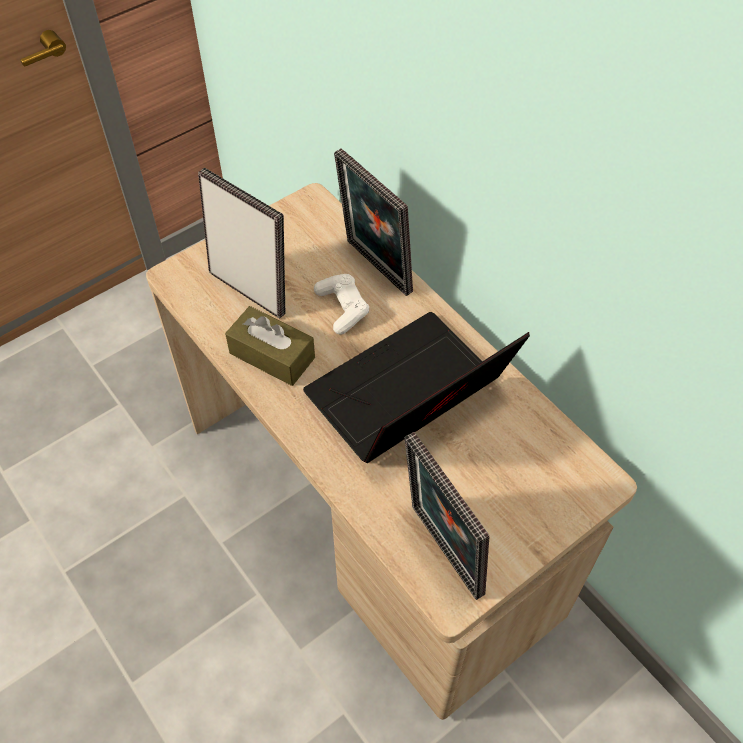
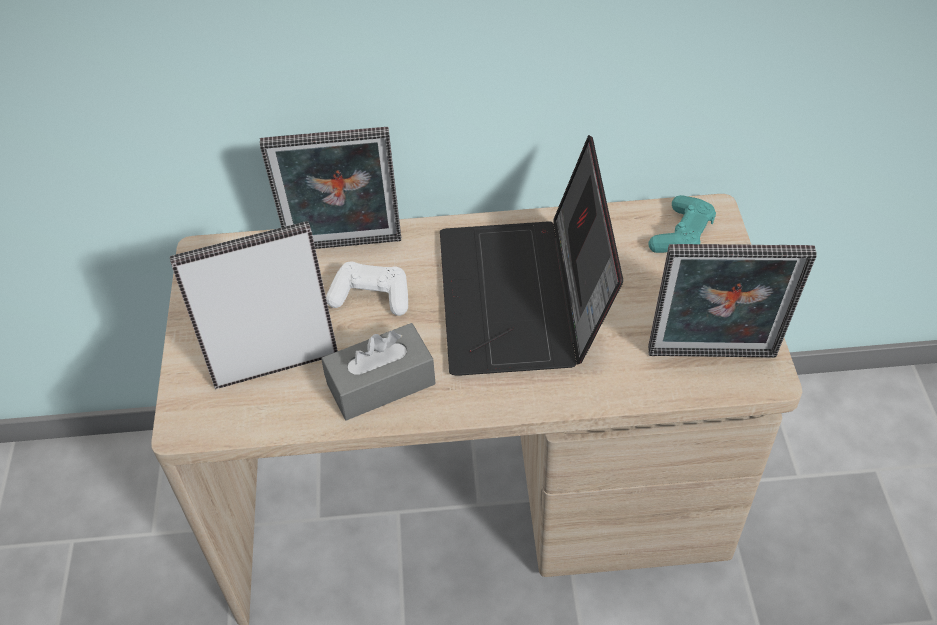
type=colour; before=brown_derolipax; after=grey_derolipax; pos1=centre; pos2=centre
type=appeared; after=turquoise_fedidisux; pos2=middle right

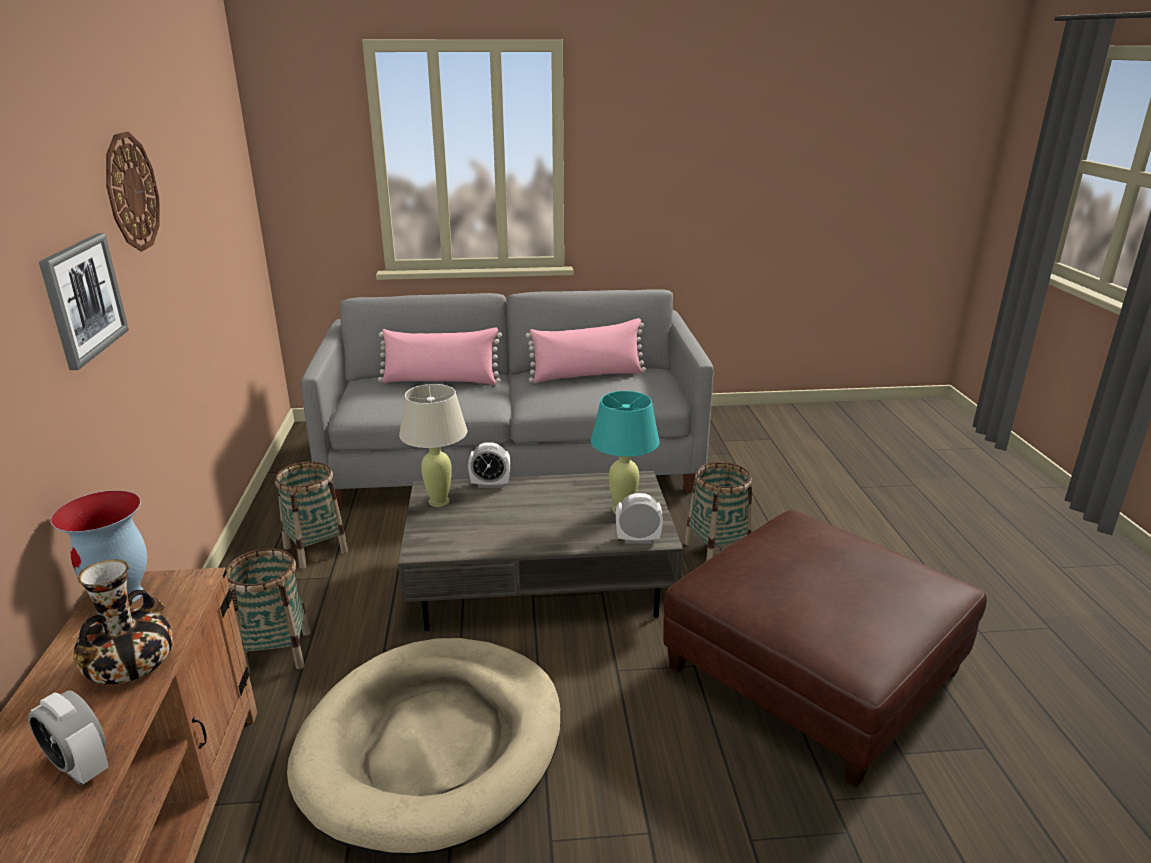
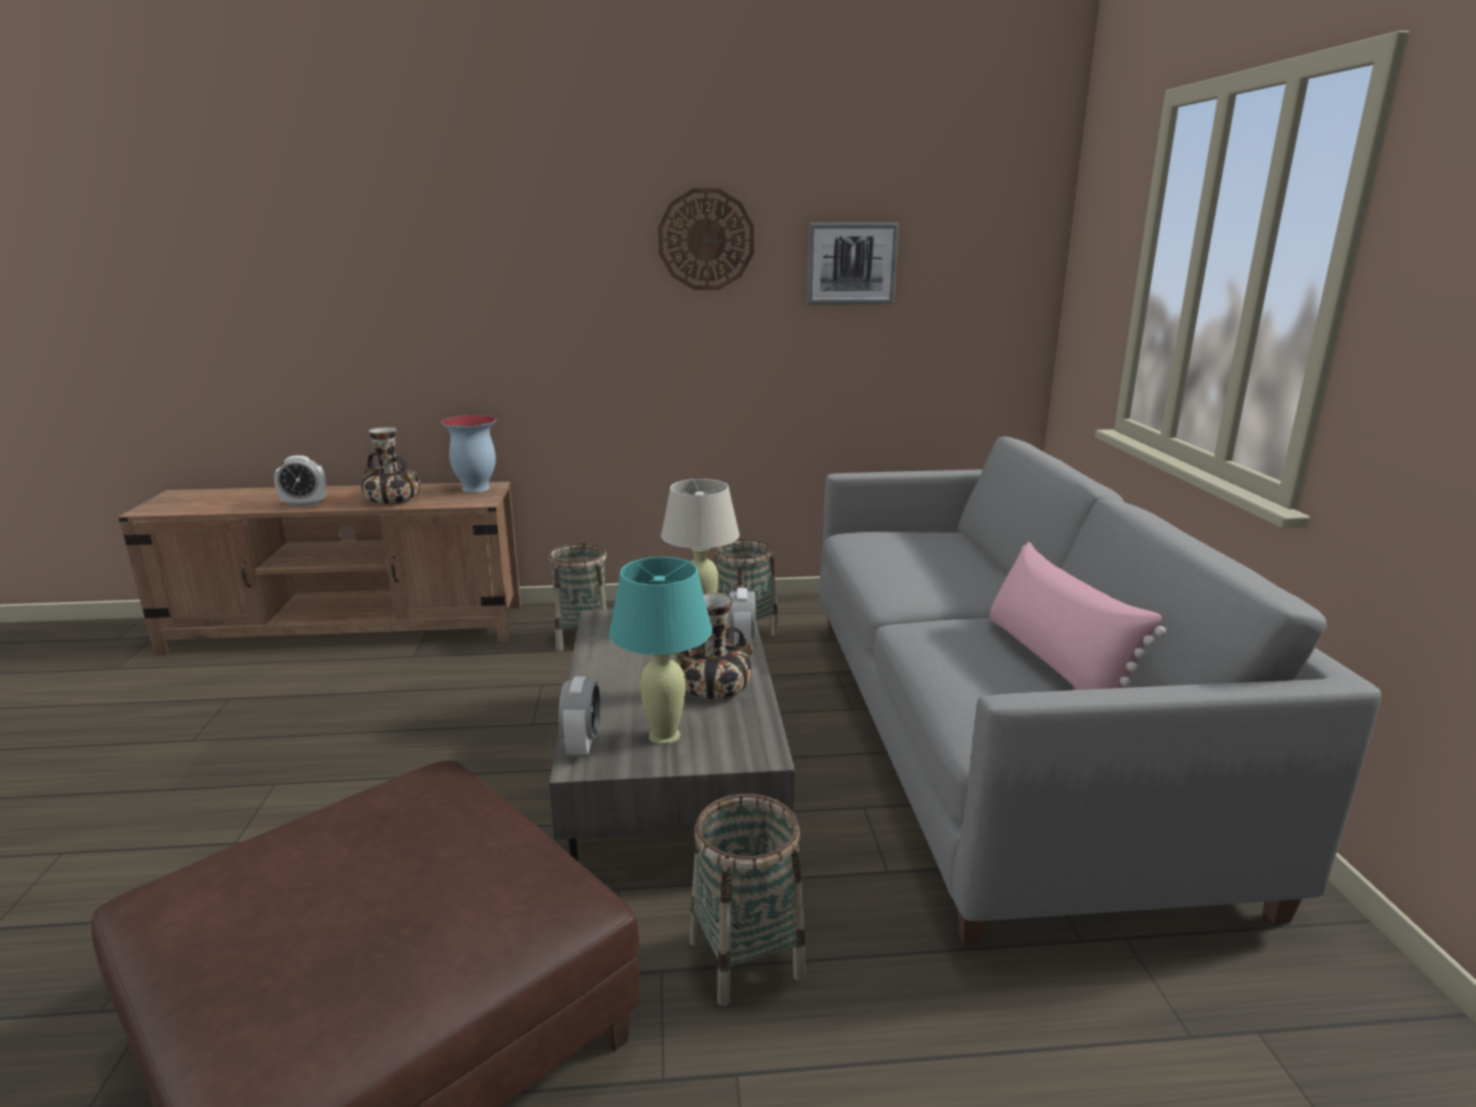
type=spun; before=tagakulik (no. 1 from left); pos1=bottom left; pos2=middle left; turn=-135
type=relocated; before=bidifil; pos1=middle left; pos2=top centre
type=missing; before=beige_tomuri; pos1=bottom centre
type=missing; before=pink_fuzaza (no. 1 from left); pos1=centre
type=appeared; after=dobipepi (no. 3 from left); pos2=centre

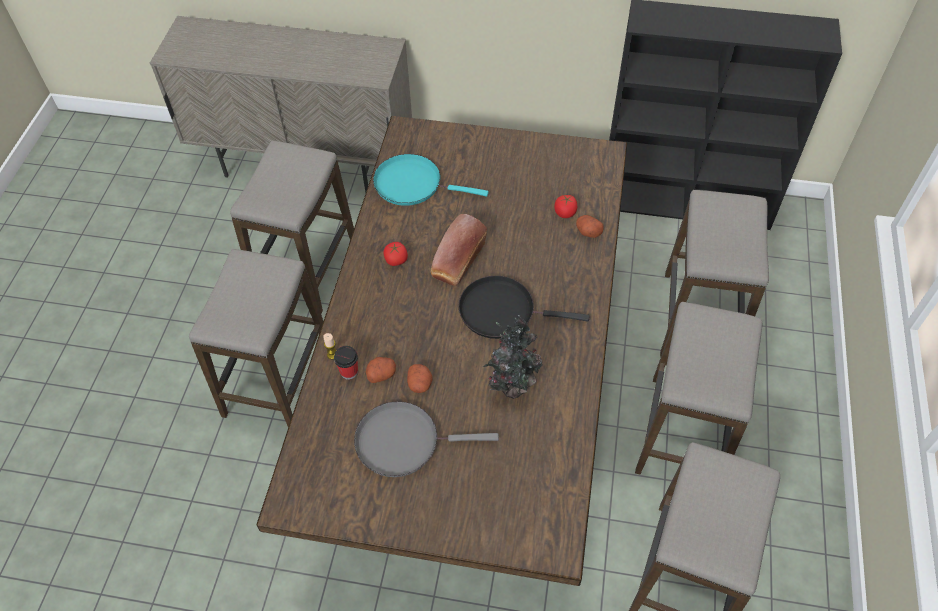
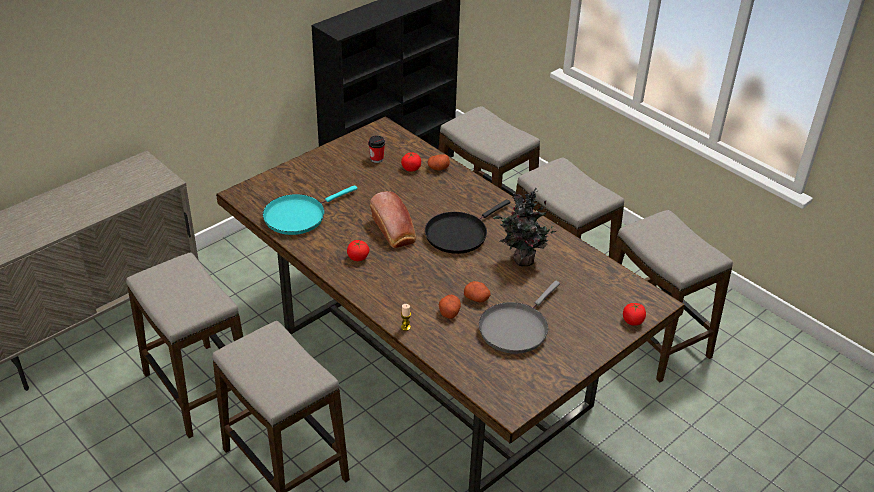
type=relocated; before=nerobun; pos1=centre; pos2=top centre
type=appeared; after=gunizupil (no. 3 from left); pos2=middle right

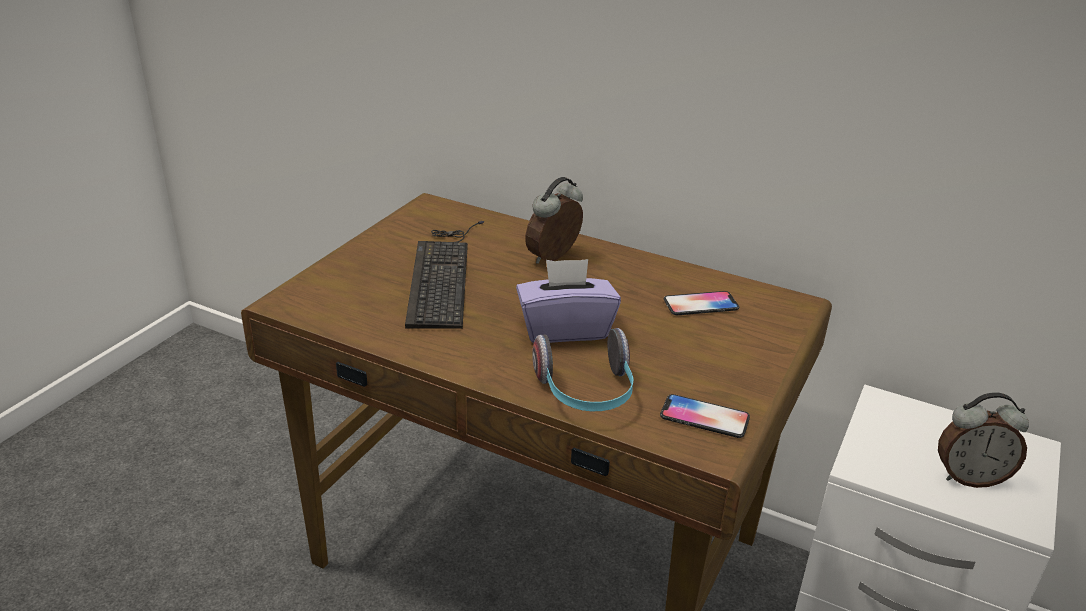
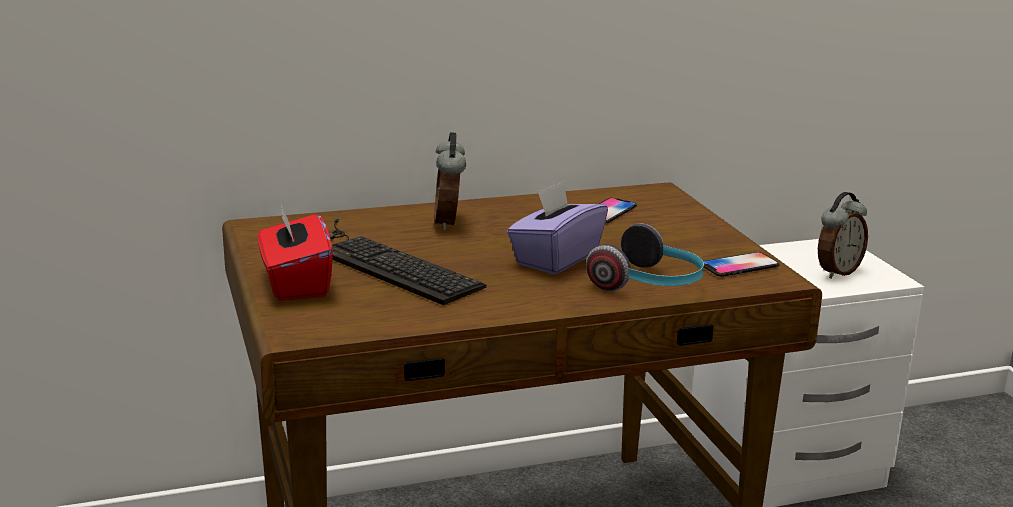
type=appeared; after=red_derolipax; pos2=middle left

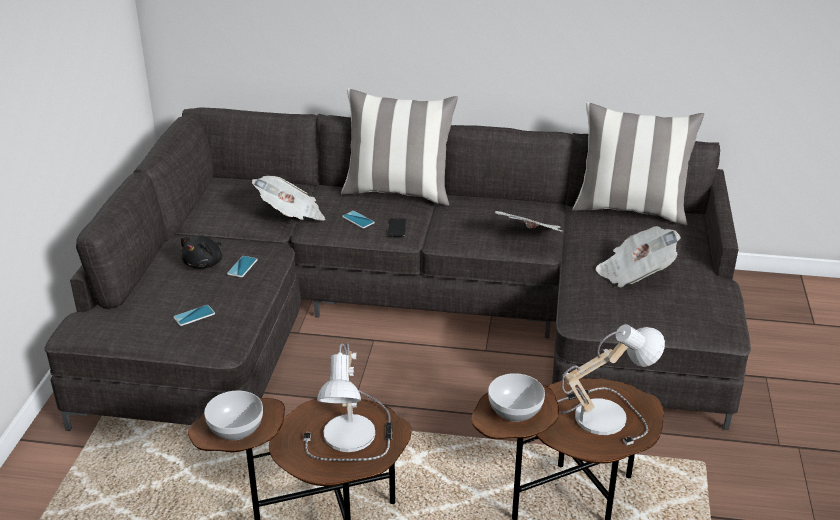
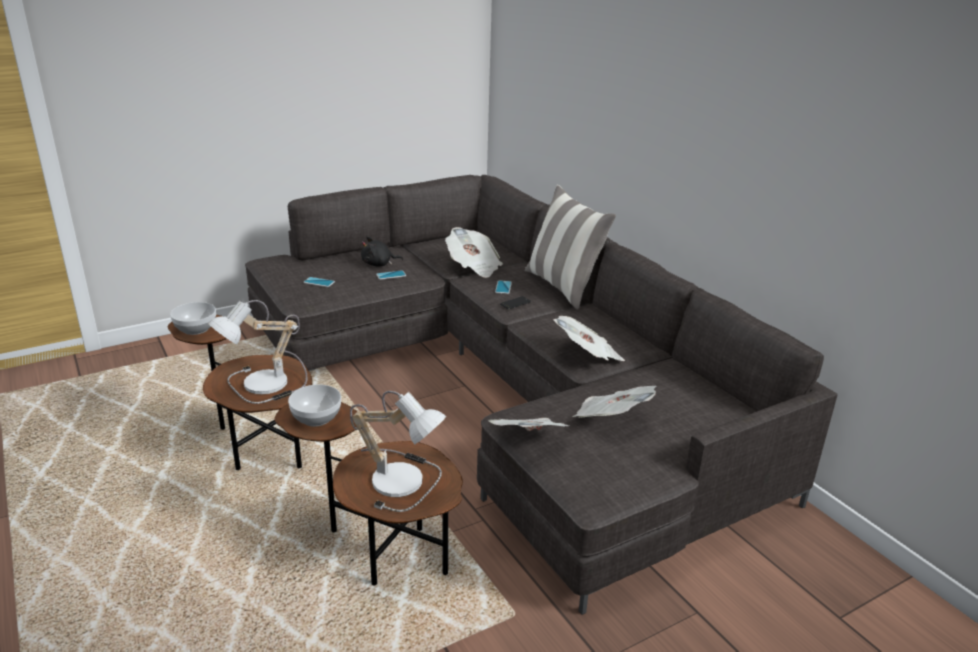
type=missing; before=fuzaza (no. 2 from left); pos1=top right
type=appeared; after=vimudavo (no. 2 from left); pos2=centre

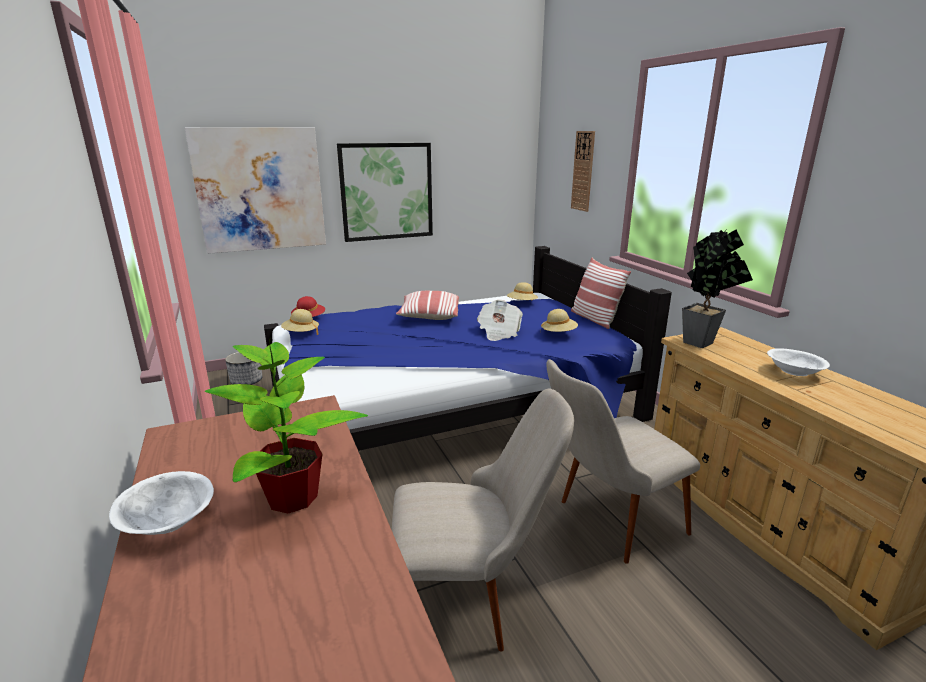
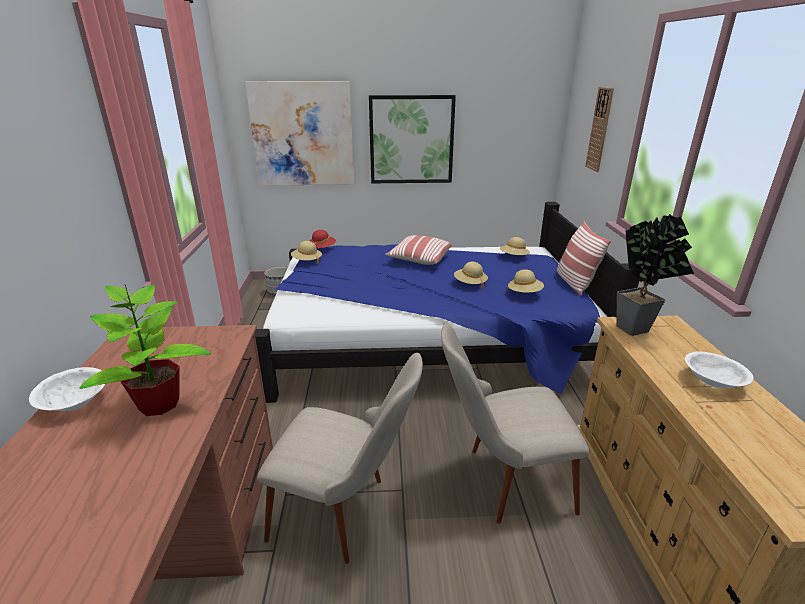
type=exchanged; before=vimudavo; after=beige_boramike (no. 2 from left); pos1=centre; pos2=centre

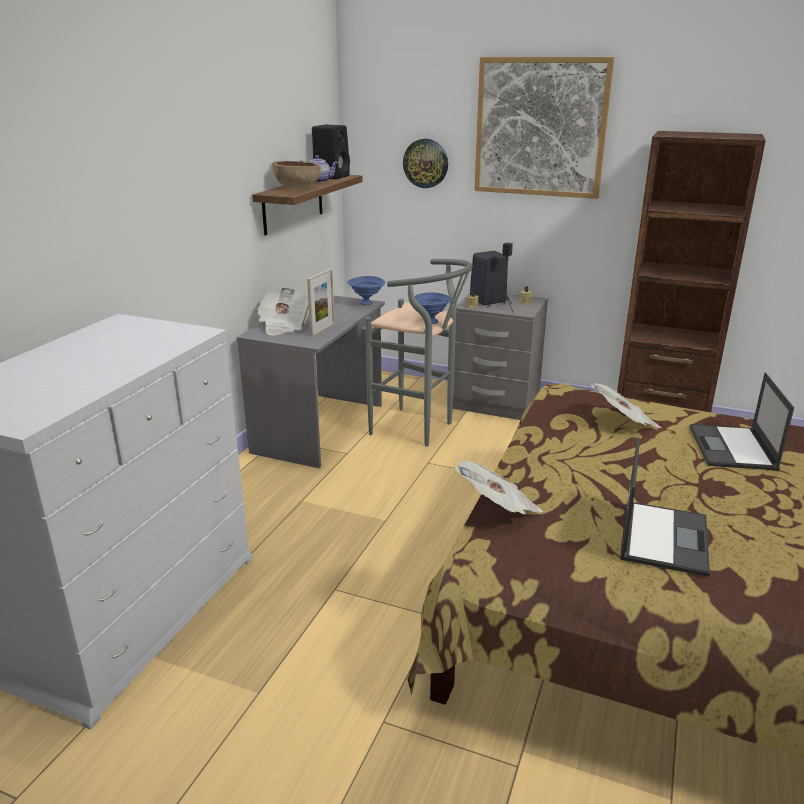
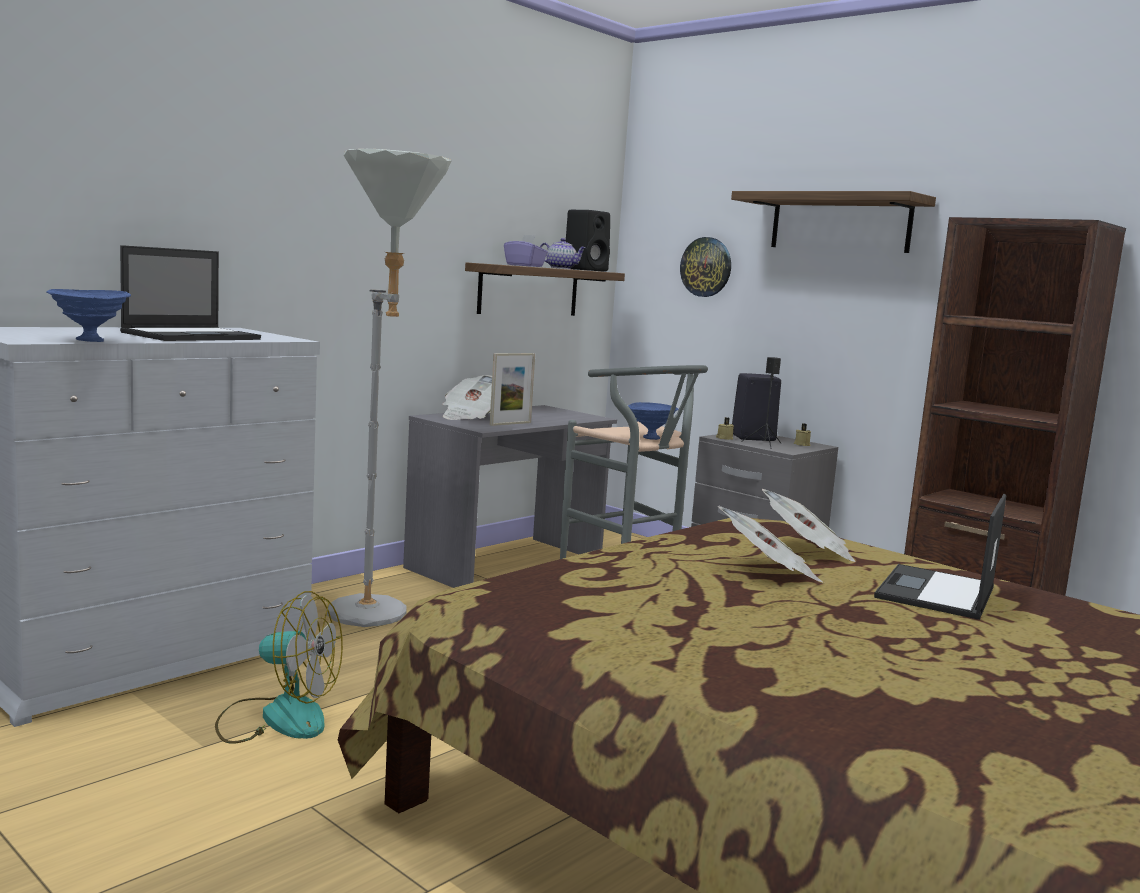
type=exchanged; before=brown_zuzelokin; after=purple_derolipax; pos1=top centre; pos2=top centre
type=relocated; before=blue_zuzelokin (no. 1 from left); pos1=centre; pos2=middle left
type=relocated; before=vimudavo (no. 2 from left); pos1=centre; pos2=middle right
type=exchanged; before=bidifil; after=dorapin (no. 2 from left); pos1=top right; pos2=top right
type=relocated; before=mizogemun (no. 1 from left); pos1=middle right; pos2=top left
type=appeared; after=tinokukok; pos2=bottom left
type=appeared; after=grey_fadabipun; pos2=centre

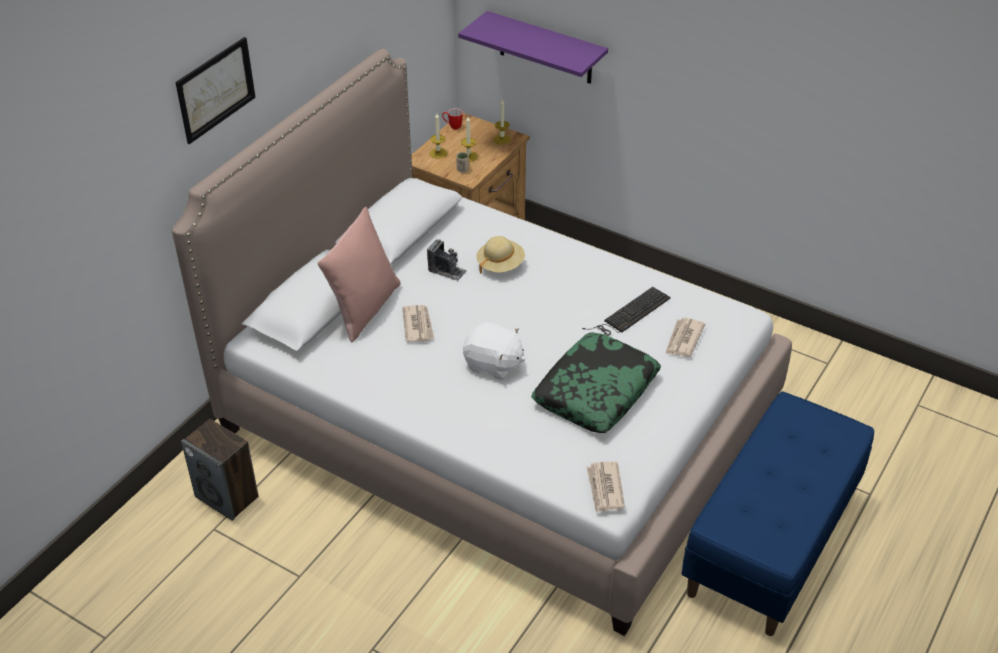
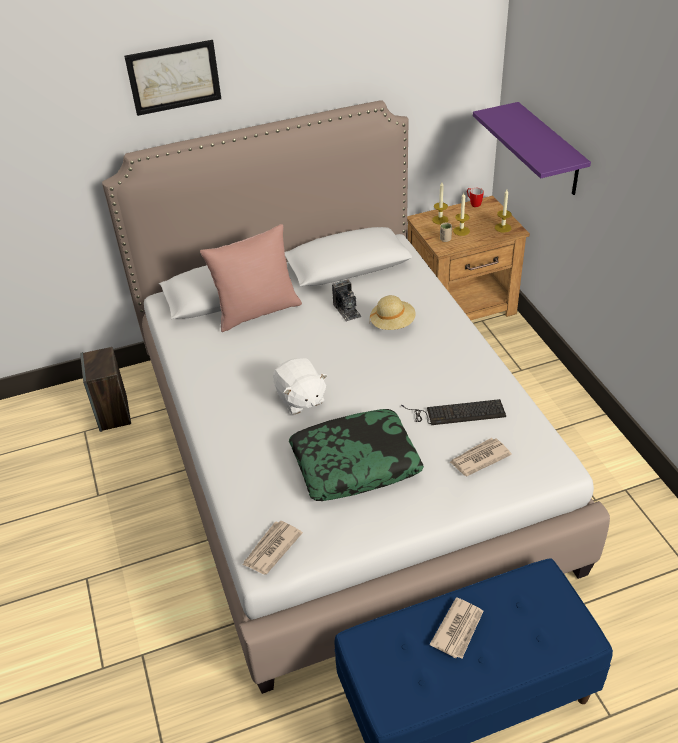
type=relocated; before=vimudavo (no. 1 from left in the first image); after=vimudavo (no. 2 from left); pos1=centre; pos2=bottom right

